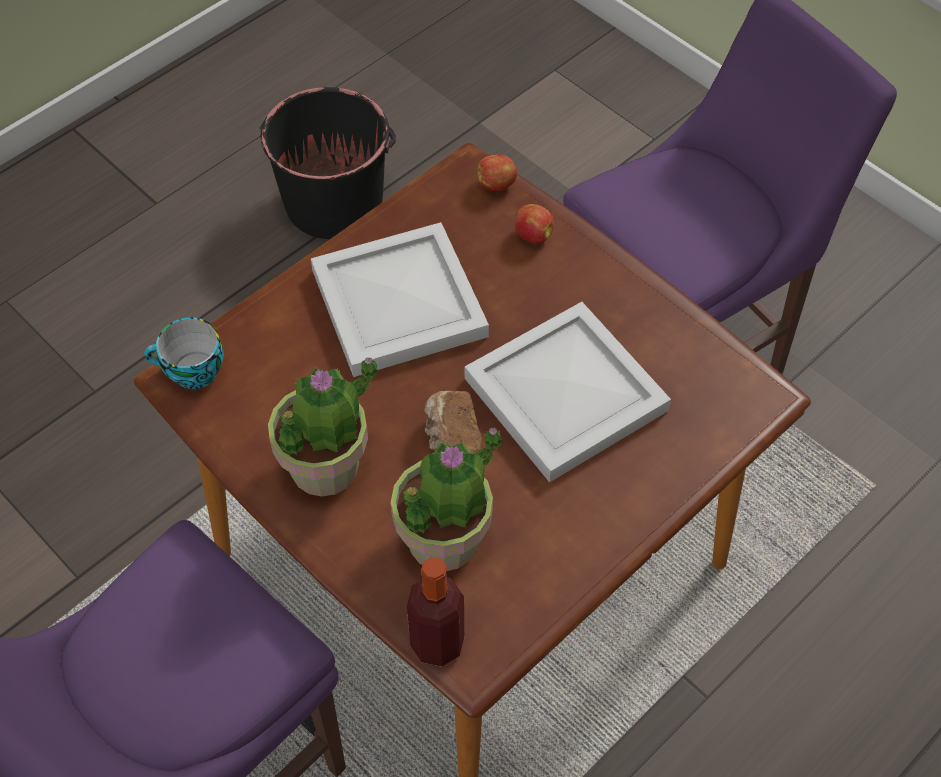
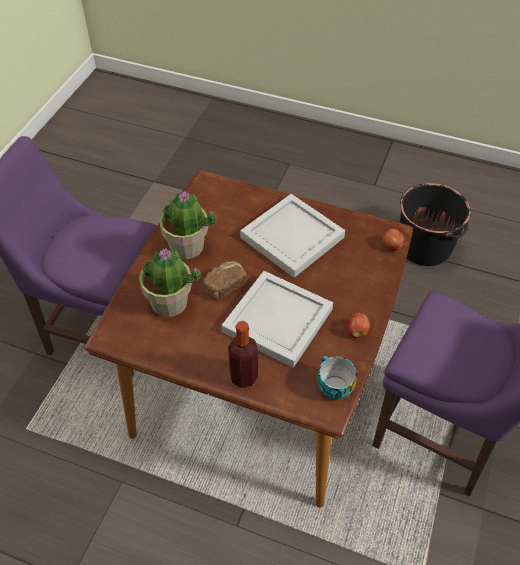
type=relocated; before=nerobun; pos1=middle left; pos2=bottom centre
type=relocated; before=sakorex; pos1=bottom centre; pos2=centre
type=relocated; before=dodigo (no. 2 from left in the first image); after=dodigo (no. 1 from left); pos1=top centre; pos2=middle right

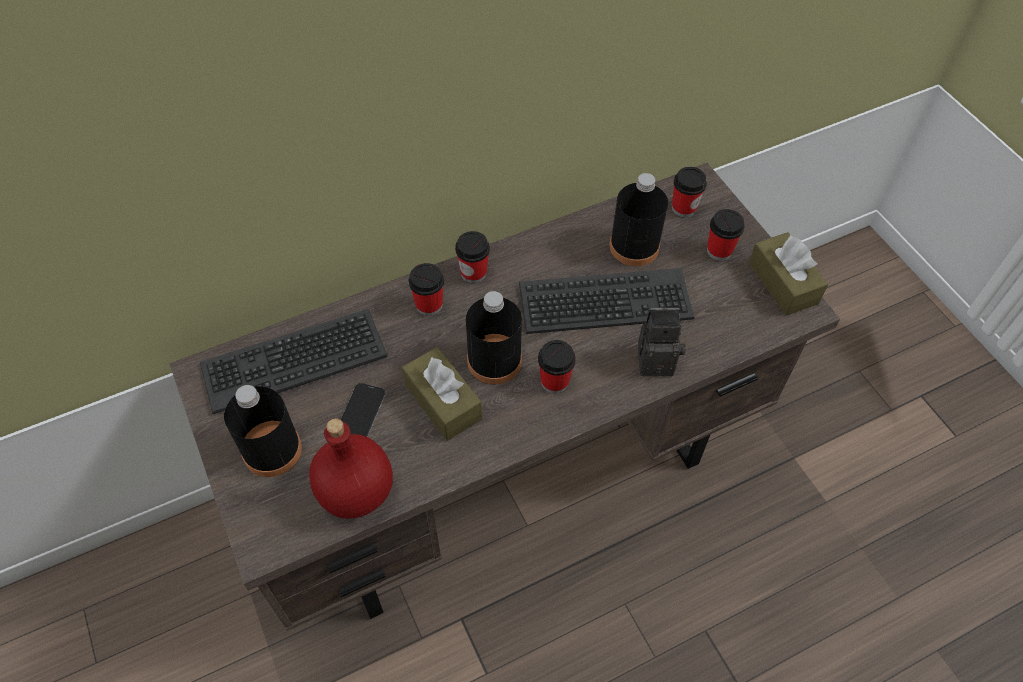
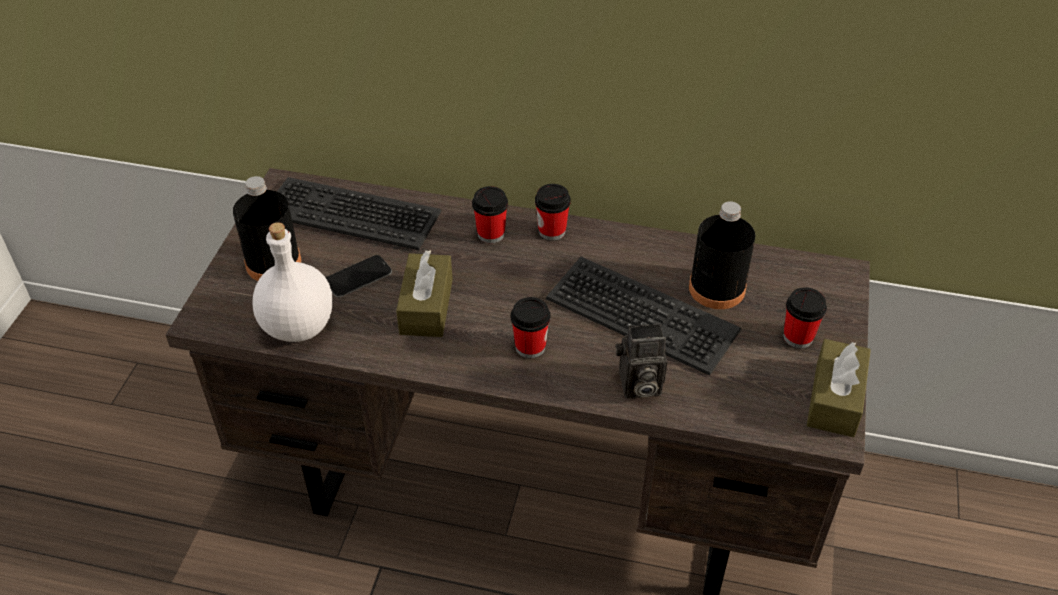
type=colour; before=red_sakorex; after=white_sakorex; pos1=bottom centre; pos2=middle left
type=missing; before=black_sakorex (no. 2 from left); pos1=centre
type=spun; before=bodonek; pos1=centre; pos2=centre; turn=135
type=missing; before=nerobun (no. 4 from left); pos1=top right

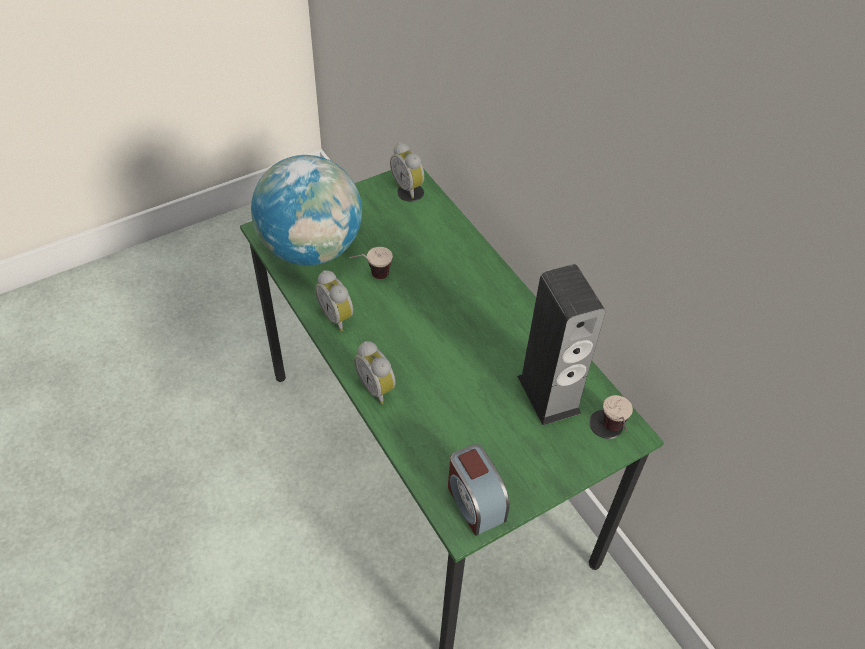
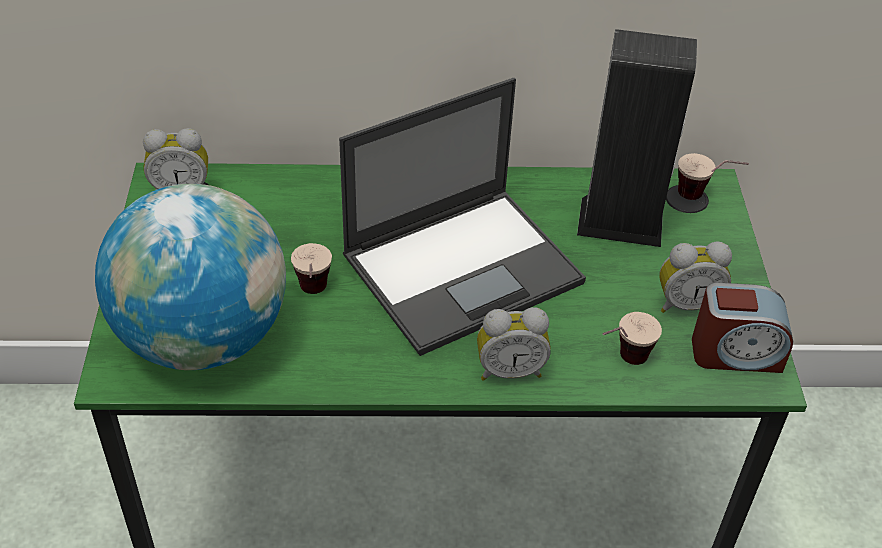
type=relocated; before=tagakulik (no. 1 from left in the first image); after=tagakulik (no. 3 from left); pos1=centre; pos2=middle right
type=appeared; after=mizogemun; pos2=centre
type=appeared; after=nerobun (no. 2 from left); pos2=middle right

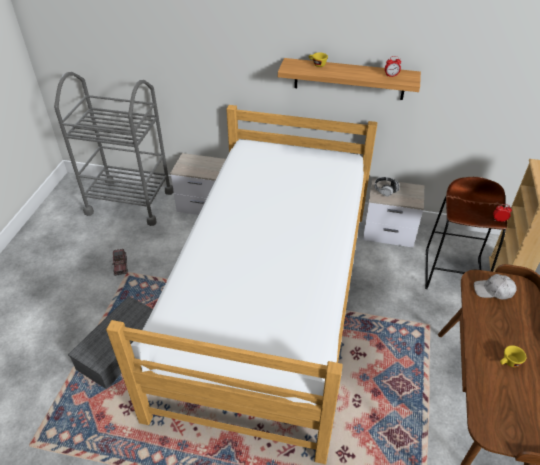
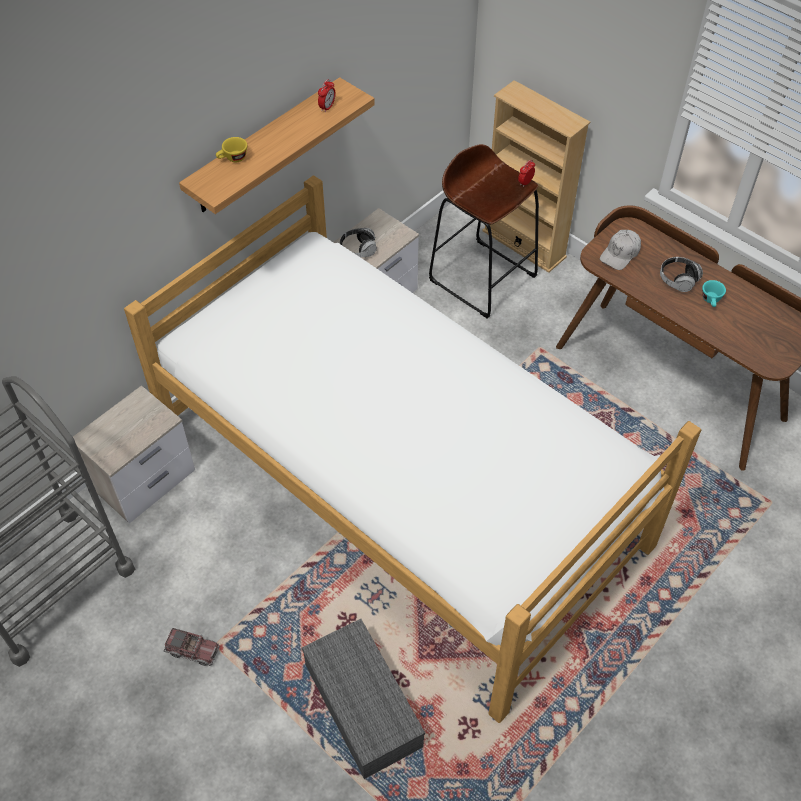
type=colour; before=yellow_nerobun (no. 2 from left); after=turquoise_nerobun; pos1=bottom right; pos2=middle right
type=appeared; after=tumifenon (no. 2 from left); pos2=middle right

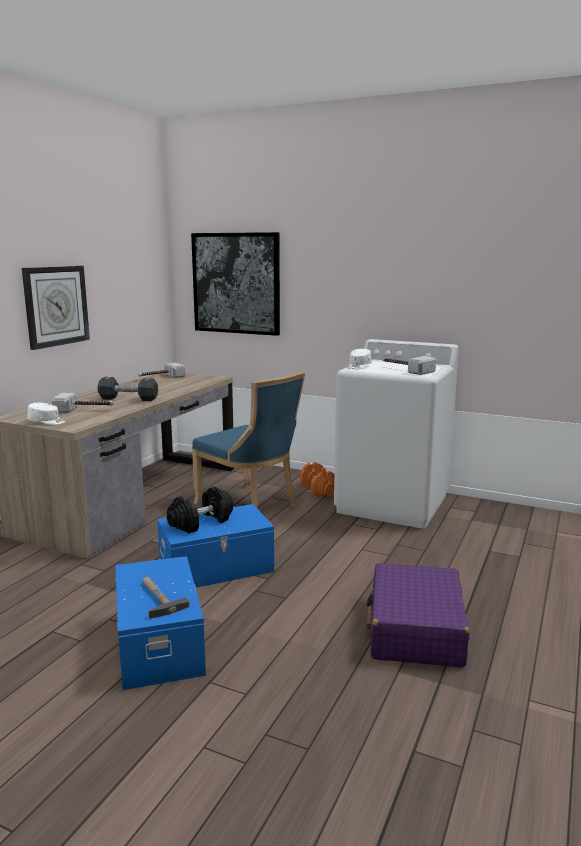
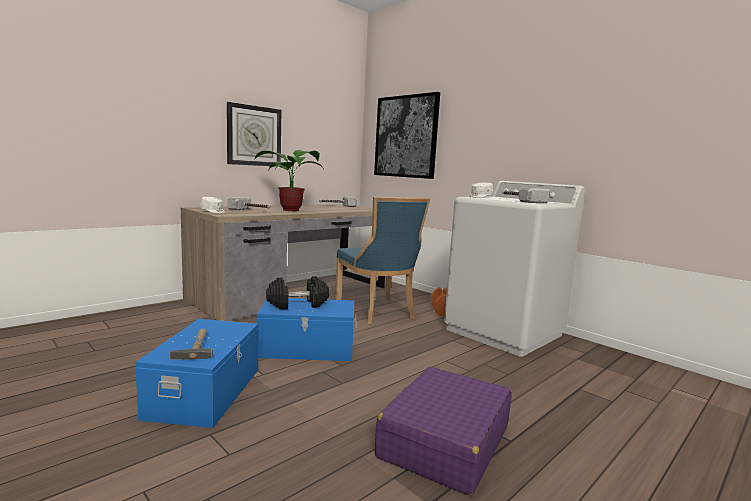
type=exchanged; before=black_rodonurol (no. 1 from left); after=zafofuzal; pos1=middle left; pos2=centre

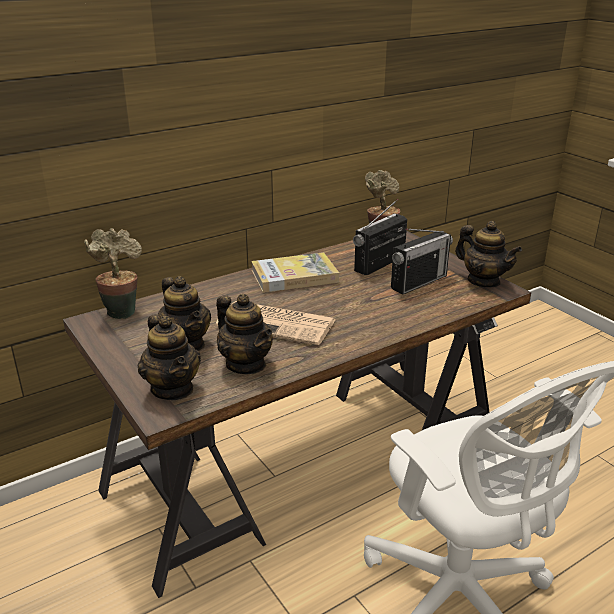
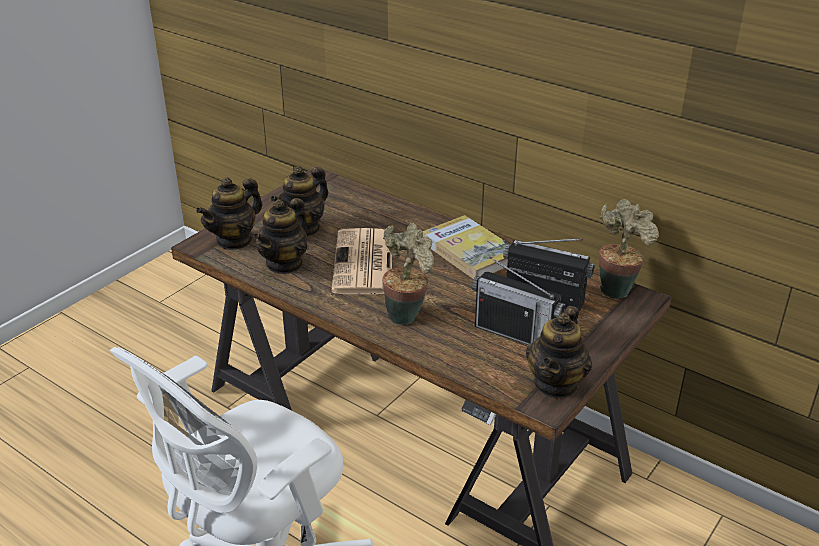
type=relocated; before=zafofuzal (no. 1 from left); pos1=middle left; pos2=centre

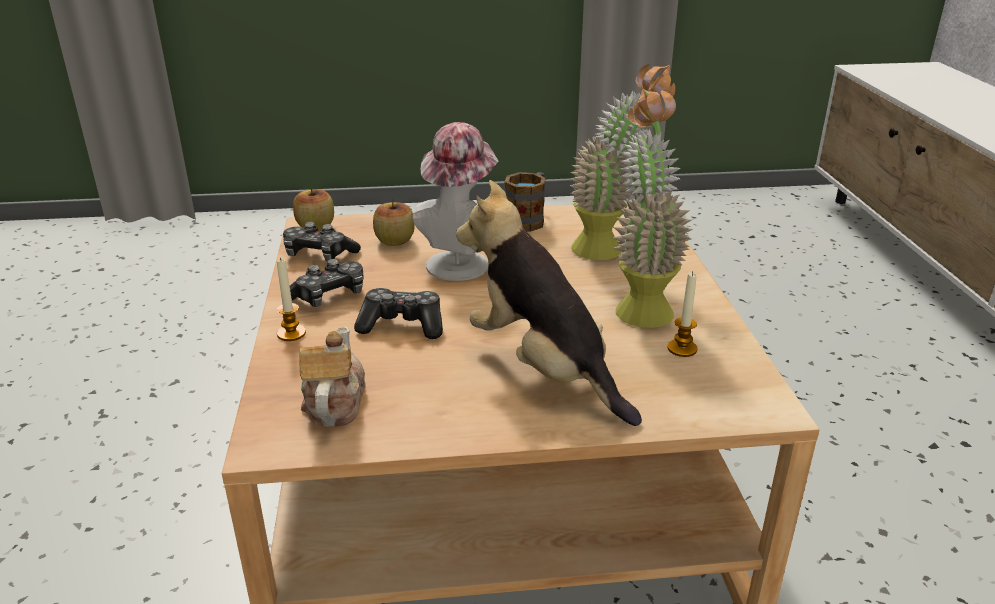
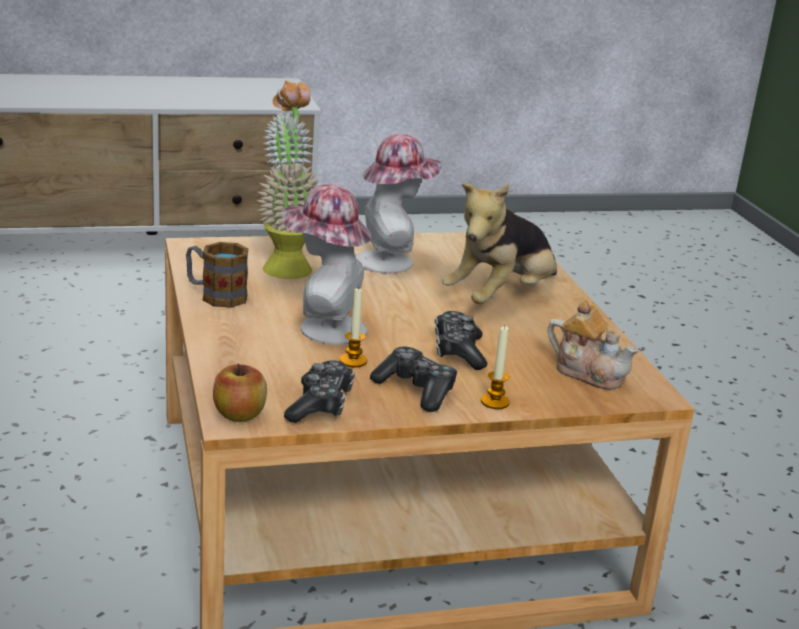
type=spun; before=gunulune; pos1=centre; pos2=middle right; turn=-135
type=missing; before=dodigo (no. 2 from left); pos1=centre
type=exchanged; before=zafofuzal (no. 2 from left); after=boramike (no. 2 from left); pos1=centre; pos2=top centre
type=relocated; before=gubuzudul (no. 2 from left in the first image); after=gubuzudul (no. 1 from left); pos1=middle right; pos2=centre

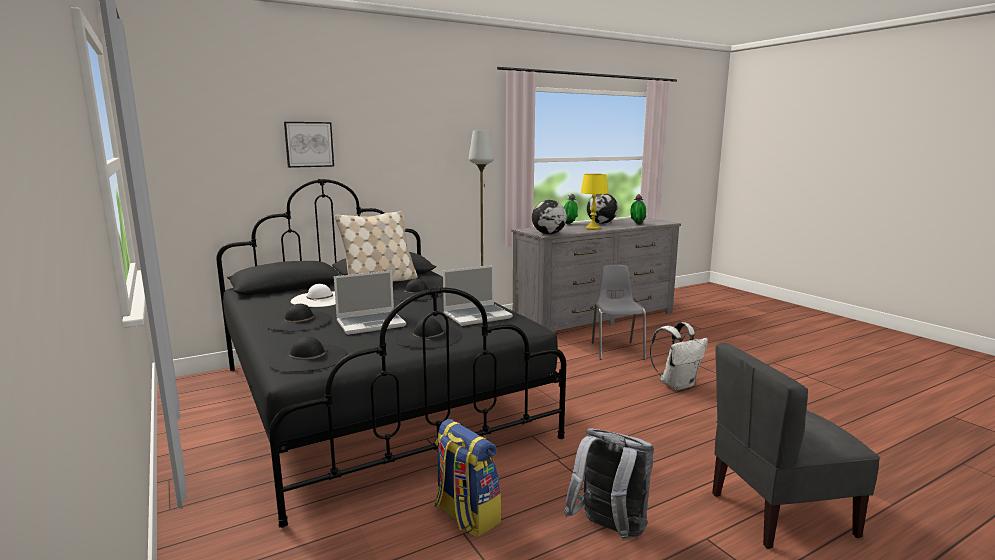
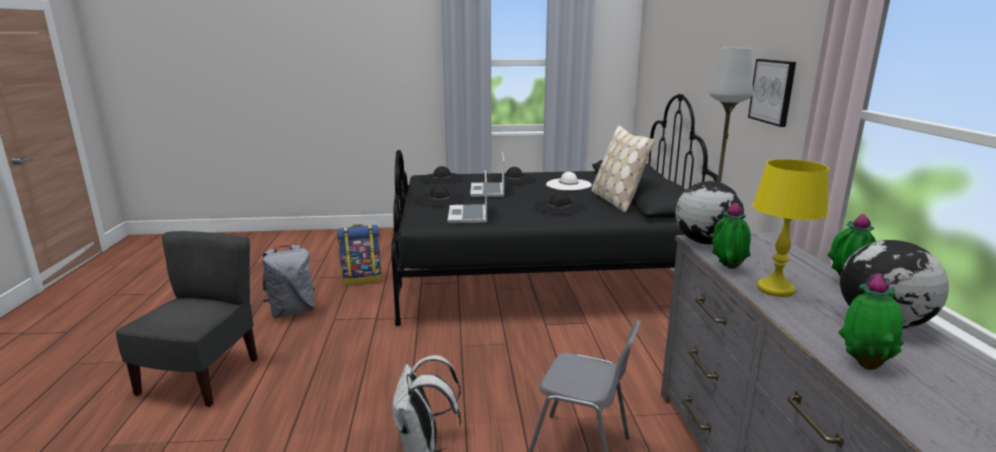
type=relocated; before=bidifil; pos1=top left; pos2=top right
type=appeared; after=zafofuzal (no. 1 from left); pos2=middle right

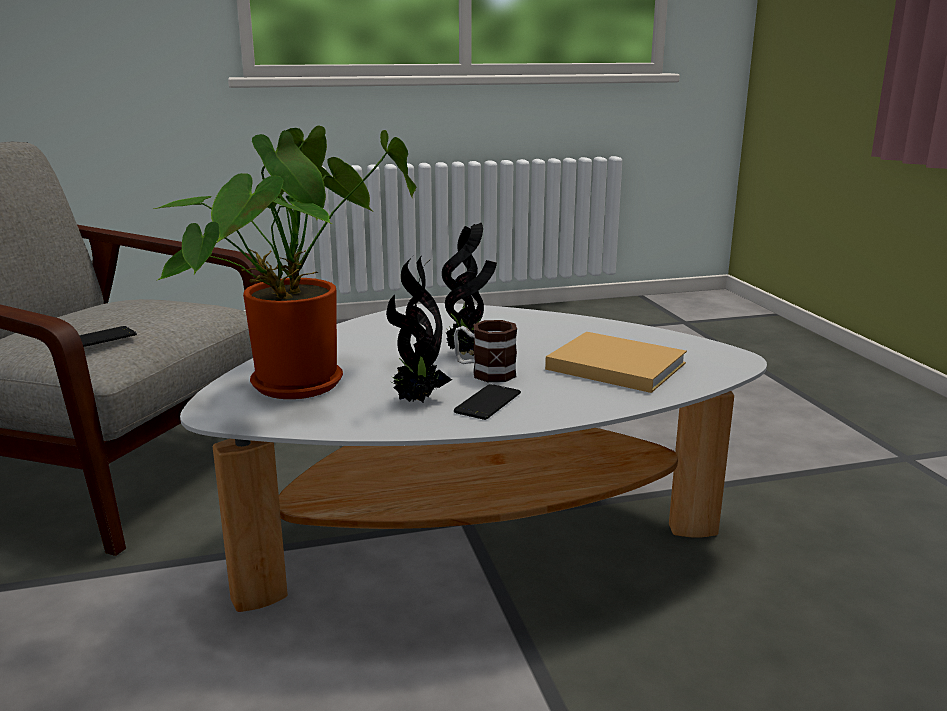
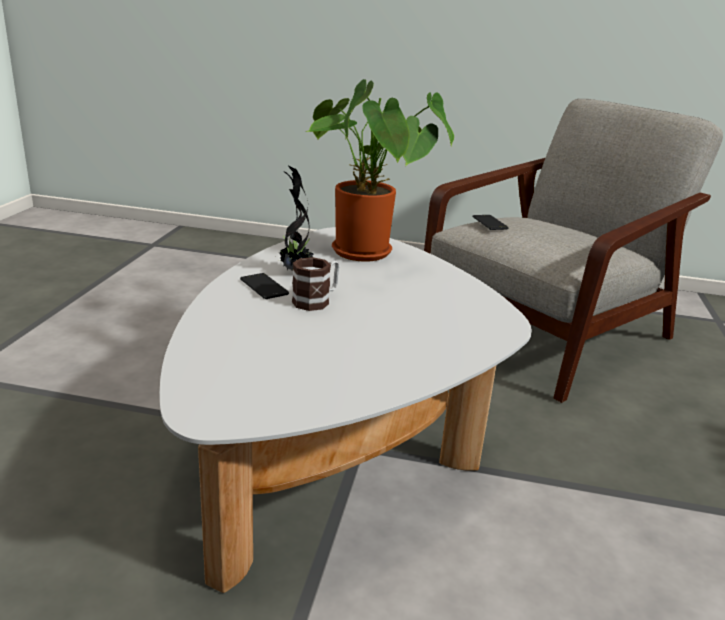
type=missing; before=zafofuzal (no. 3 from left); pos1=centre
type=missing; before=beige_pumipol; pos1=centre

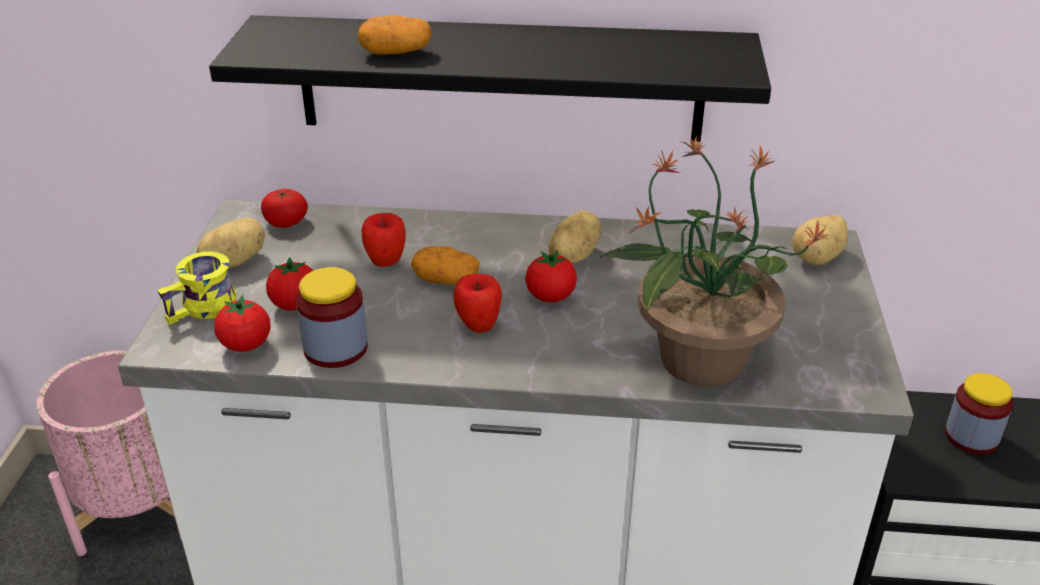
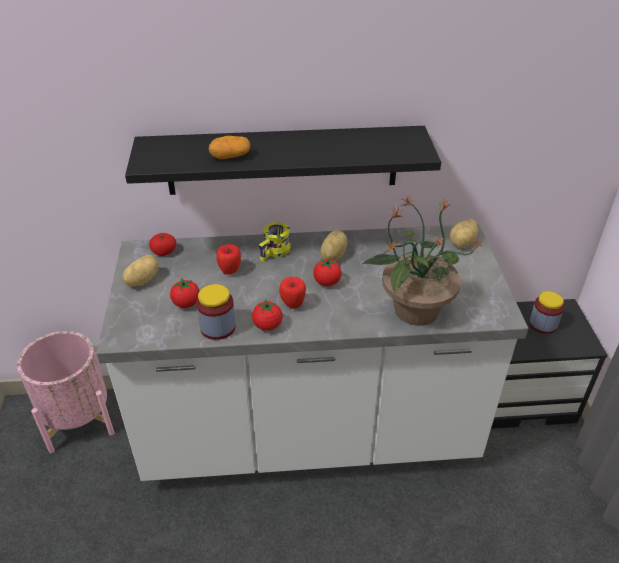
type=relocated; before=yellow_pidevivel; pos1=middle left; pos2=centre
type=relocated; before=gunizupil (no. 1 from left in the first image); after=gunizupil (no. 3 from left); pos1=middle left; pos2=centre
type=missing; before=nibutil (no. 3 from left); pos1=centre

